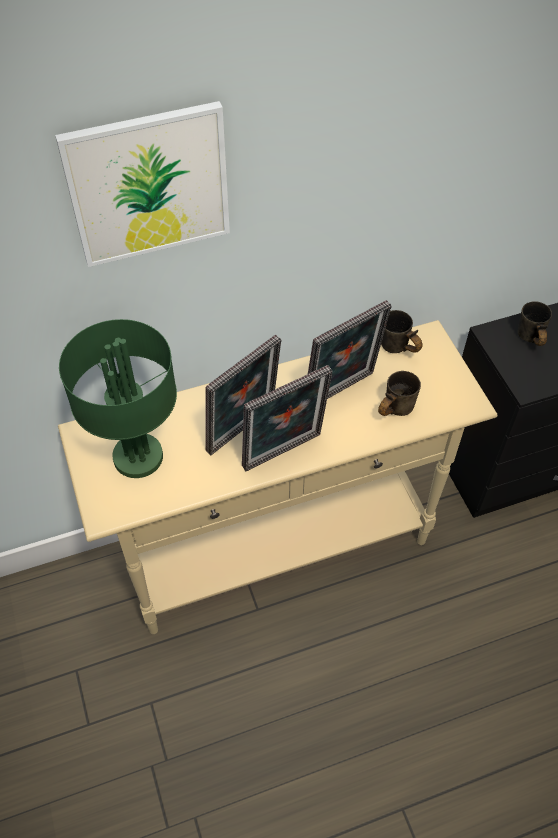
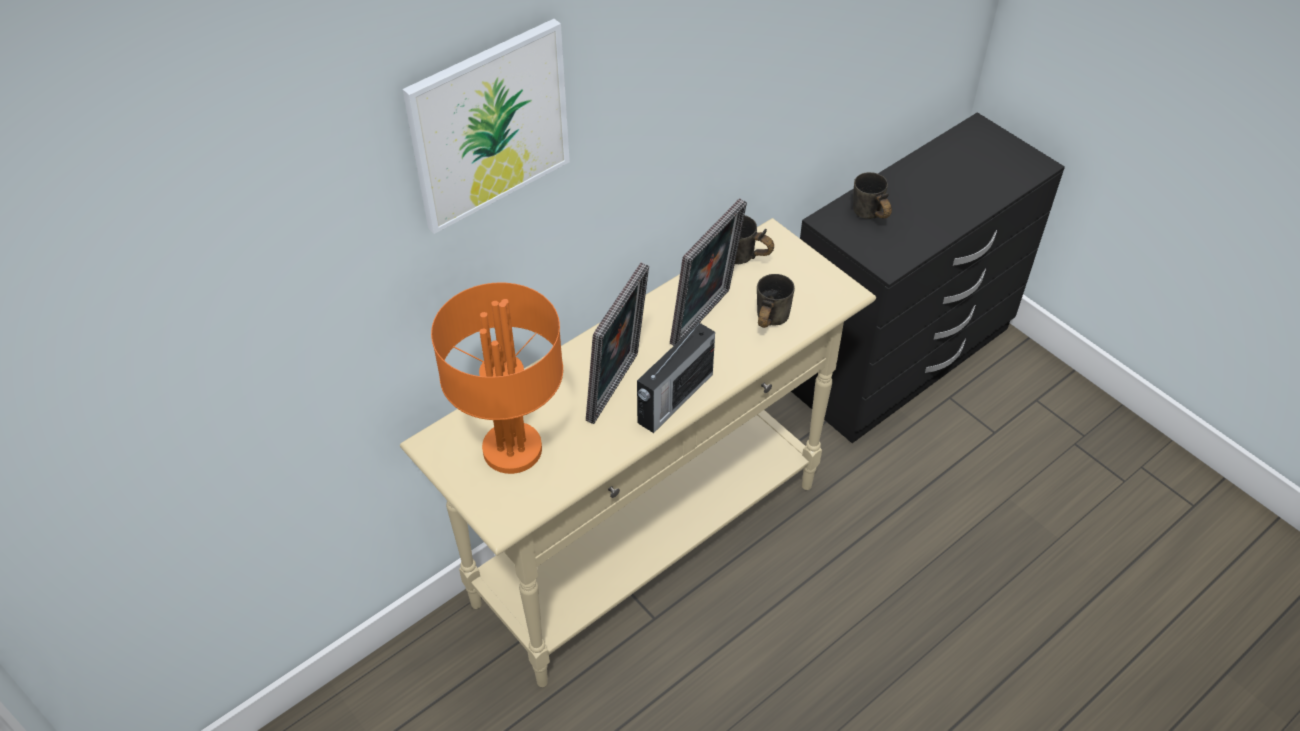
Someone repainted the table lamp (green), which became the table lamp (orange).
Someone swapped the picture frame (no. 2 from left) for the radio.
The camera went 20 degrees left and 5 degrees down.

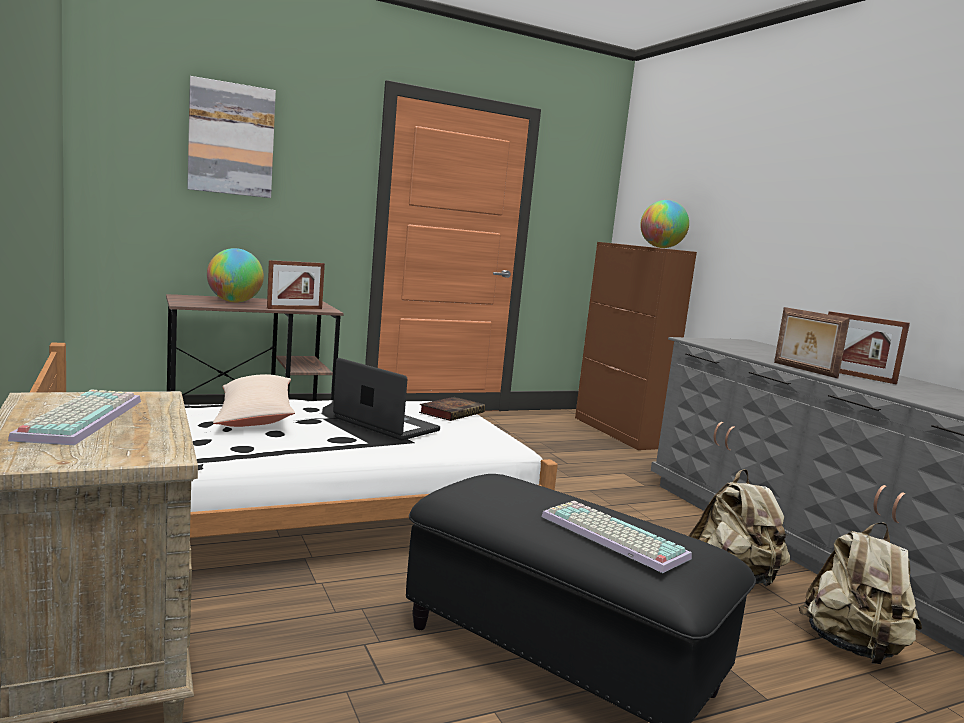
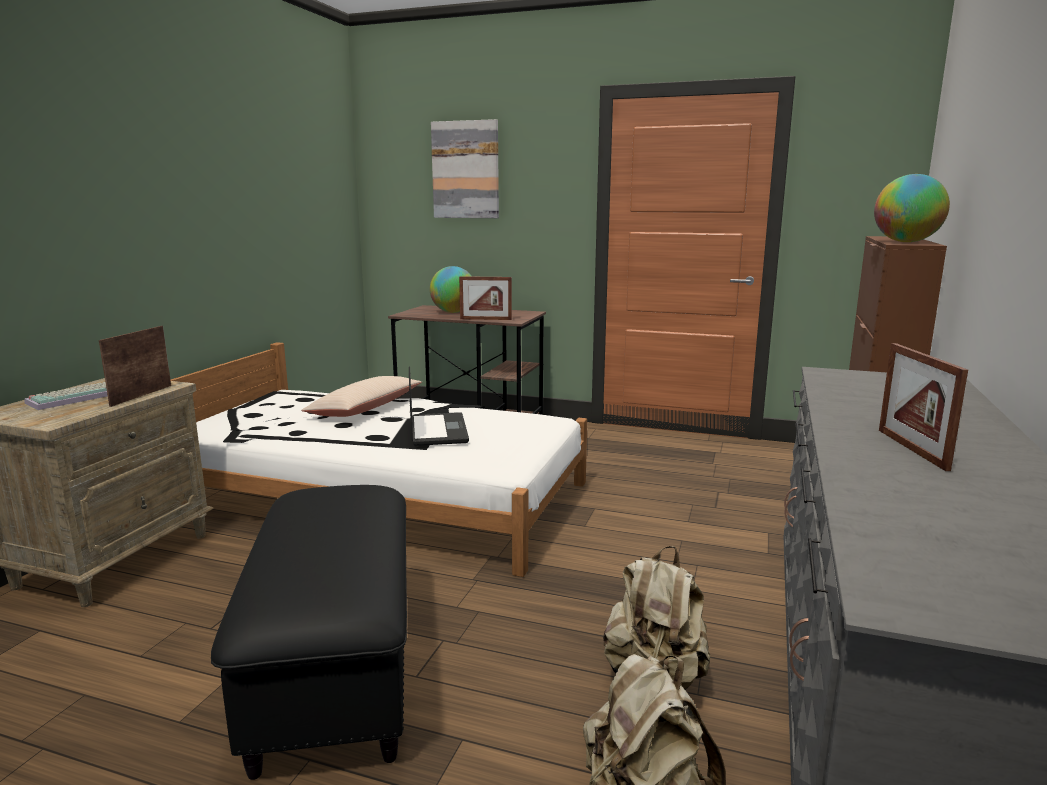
Someone took away the book.
Someone took away the keyboard (no. 2 from left).
Someone carried the picture frame (no. 2 from left in the first image).
The camera went 45 degrees right and 5 degrees up.

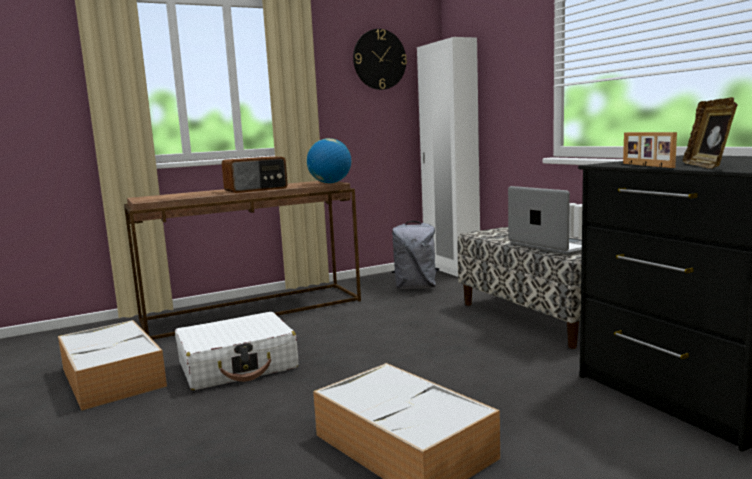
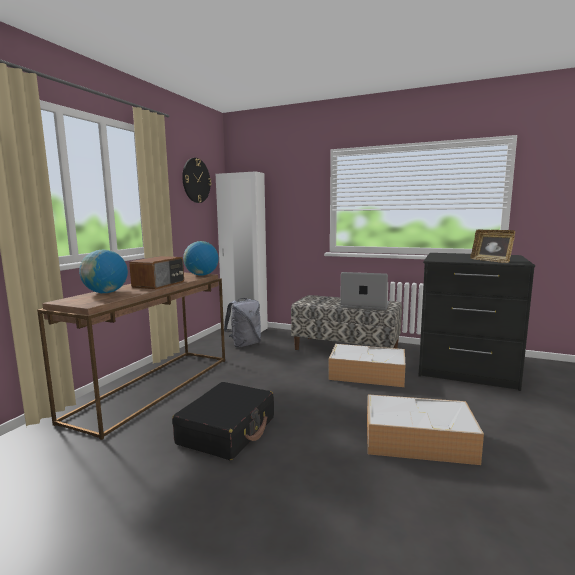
Someone carried the storage box (no. 1 from left).
Someone repainted the suitcase (white), which became the suitcase (black).
Someone took away the picture frame (no. 1 from left).
Someone put down the globe (no. 1 from left).
The camera went 40 degrees left and 0 degrees up.

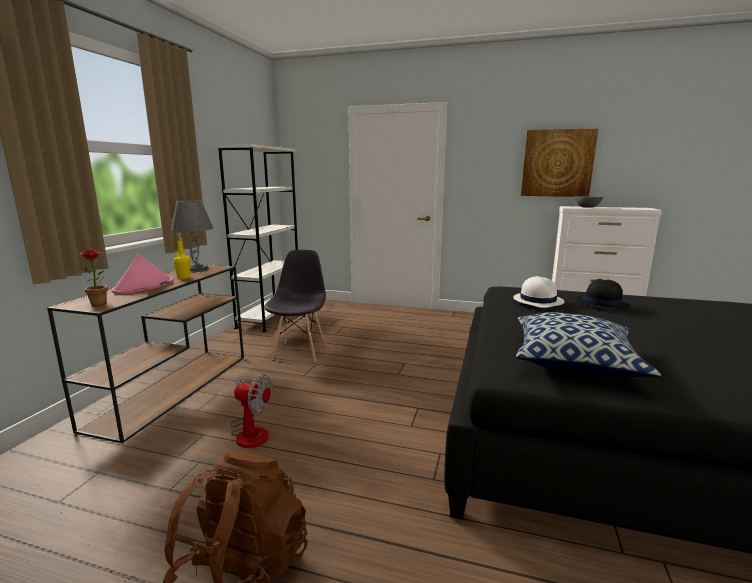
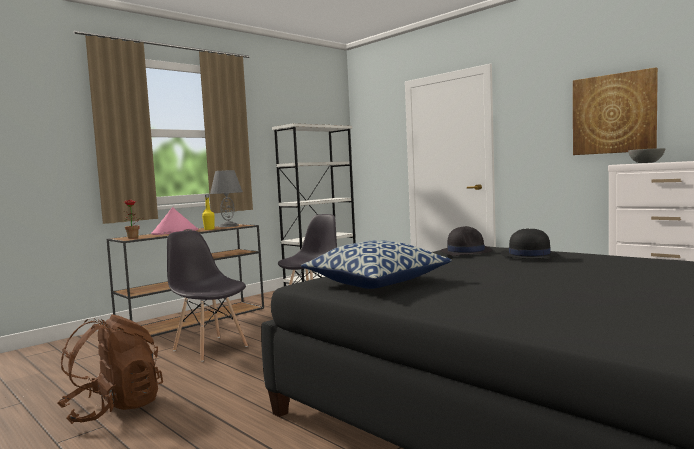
Someone swapped the fan for the chair (grey) (no. 1 from left).
Someone repainted the hat (white), which became the hat (black) (no. 1 from left).
The camera went 30 degrees right and 10 degrees down.

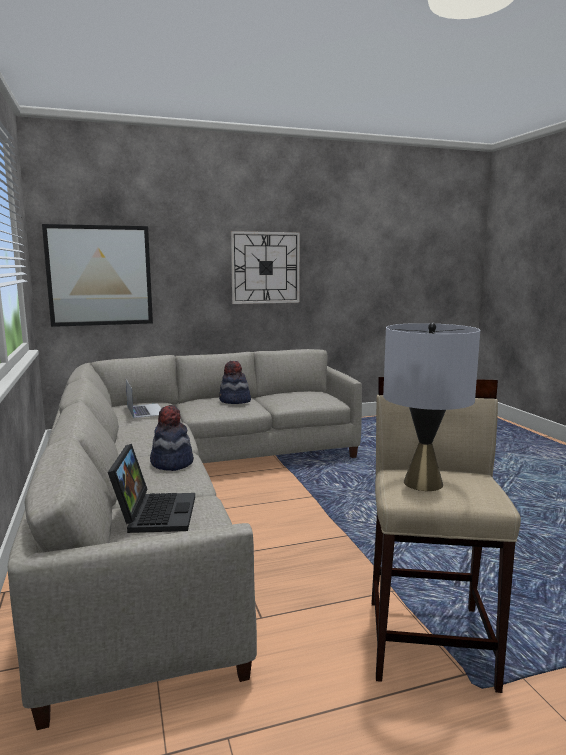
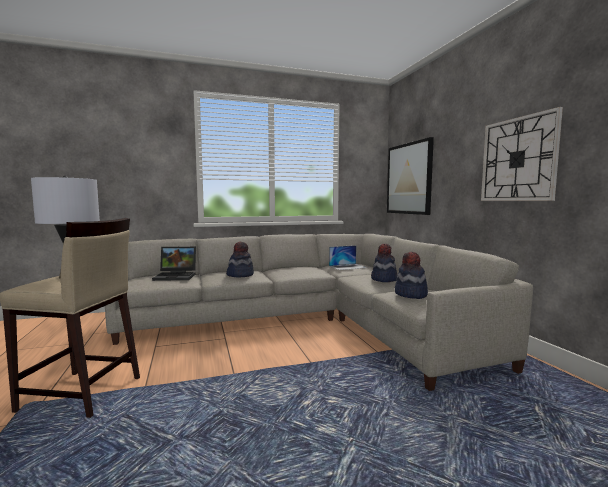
Someone put down the hat (no. 3 from left).
The camera went 90 degrees right and 5 degrees down.

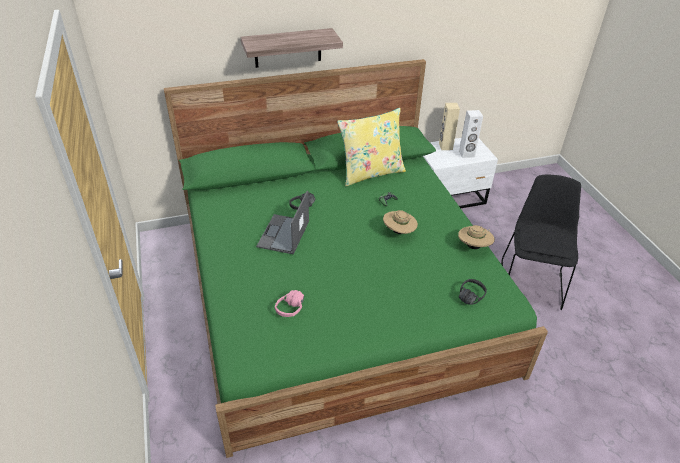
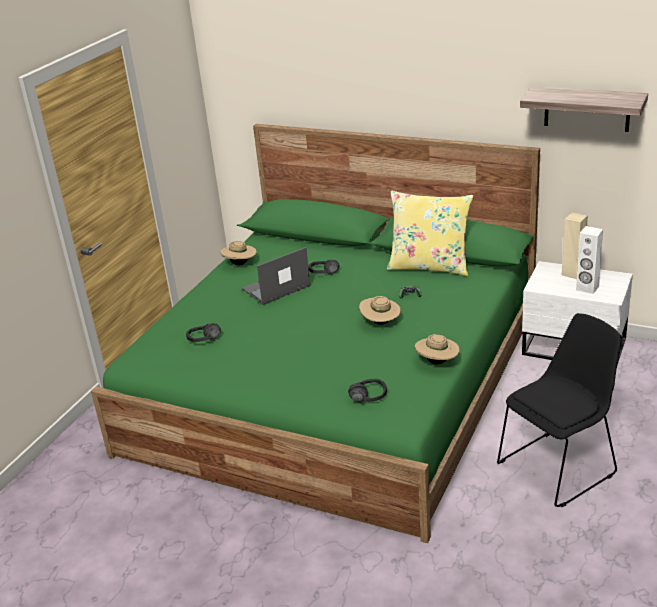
Someone carried the shelf.
Someone repainted the headphones (pink), which became the headphones (black) (no. 1 from left).
Someone put down the hat (beige) (no. 1 from left).
The camera went 45 degrees right and 10 degrees down.

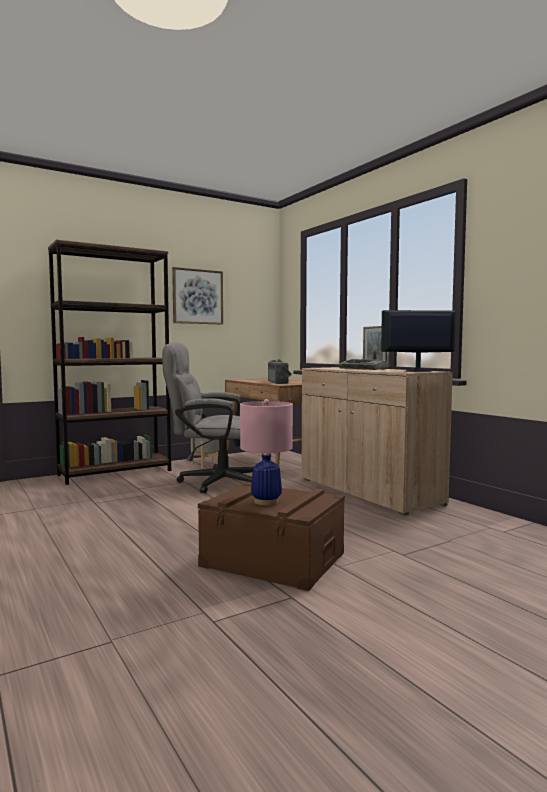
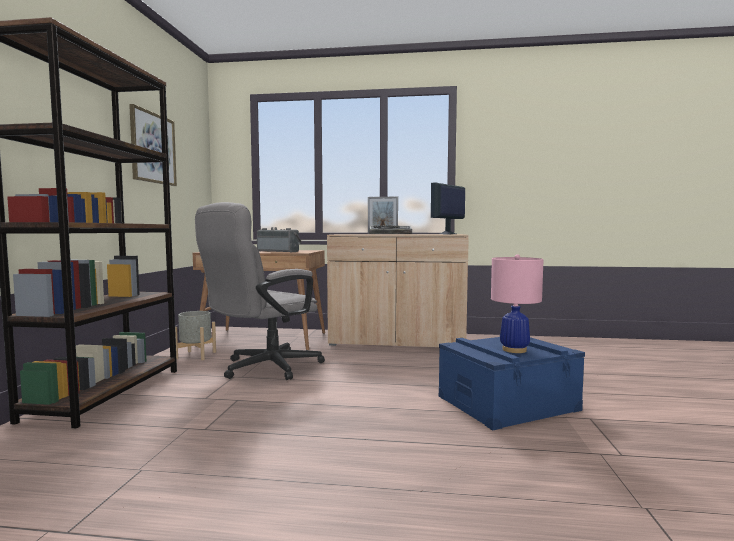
Someone repainted the storage box (brown), which became the storage box (blue).
The camera went 50 degrees left and 0 degrees up.

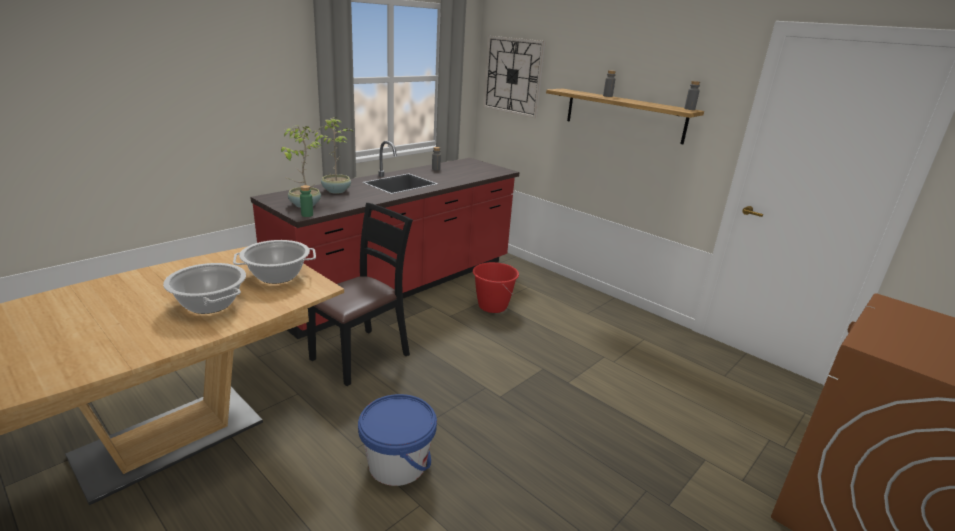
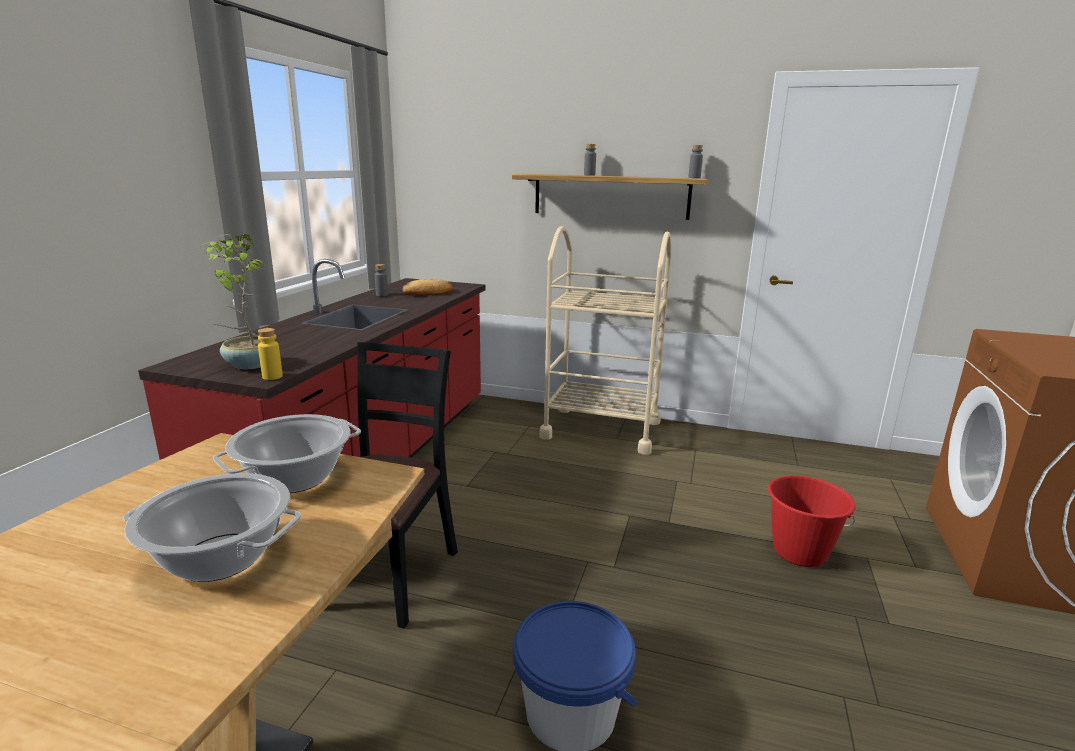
Someone repainted the bottle (green), which became the bottle (yellow).
Someone took away the potted plant (no. 2 from left).
Someone carried the bucket (red).
Someone took away the wall clock.
Someone put down the bread.
Someone put down the cart (beige).
The camera went 25 degrees left and 5 degrees down.

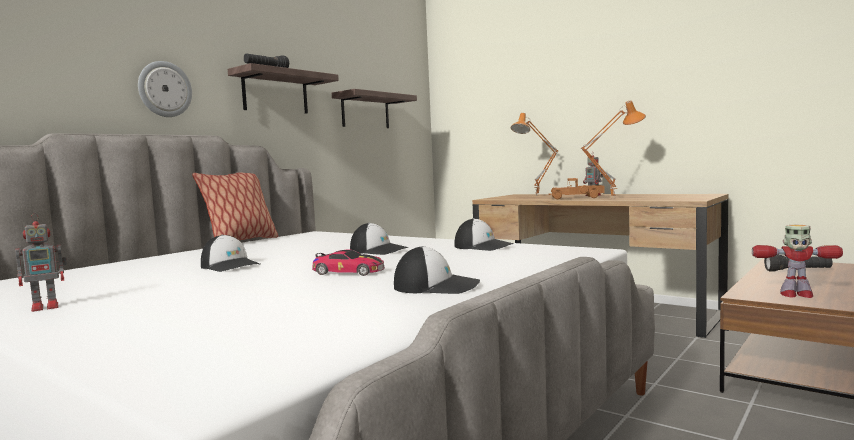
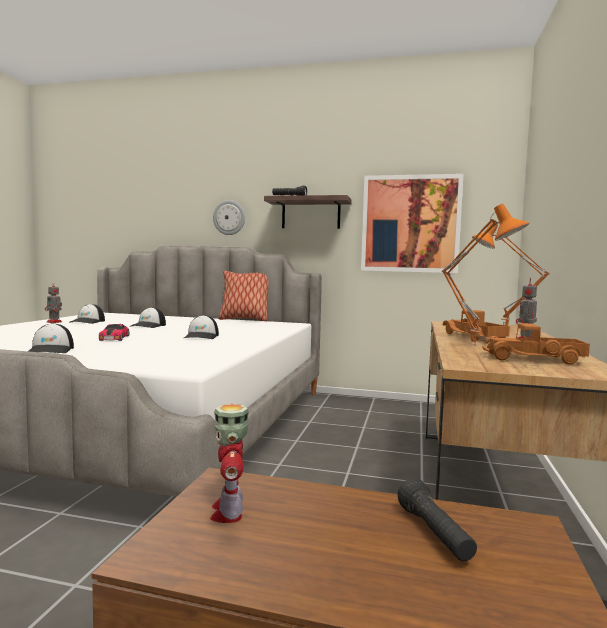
Someone swapped the shelf (no. 2 from left) for the picture.
Someone carried the cap (no. 4 from left in the first image).
Someone put down the toy truck (no. 2 from left).
The camera went 65 degrees right and 0 degrees up.

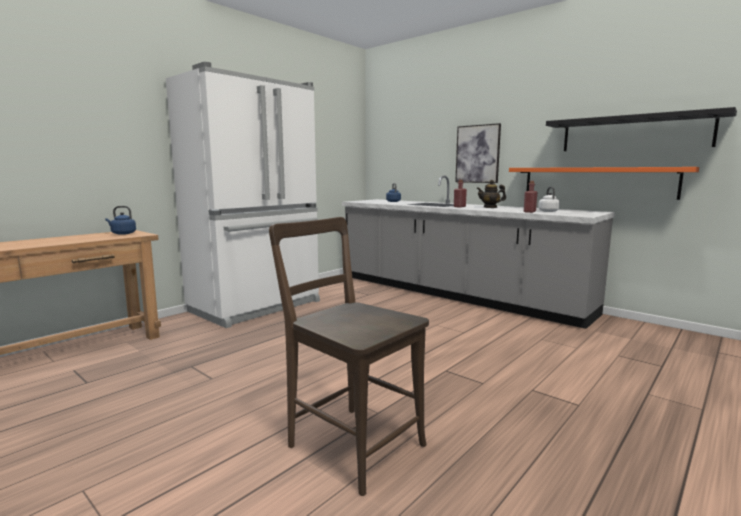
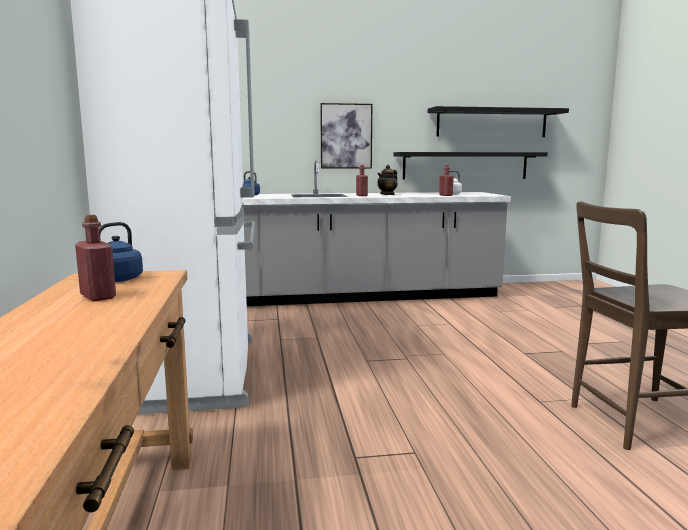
Someone repainted the shelf (orange), which became the shelf (black) (no. 1 from left).
Someone put down the bottle (red) (no. 1 from left).
The camera went 50 degrees left and 0 degrees up.

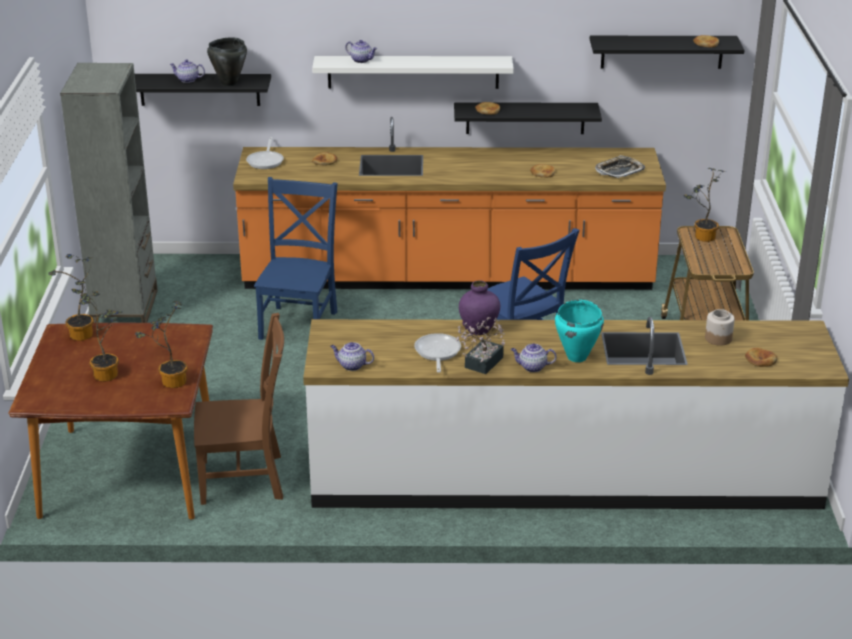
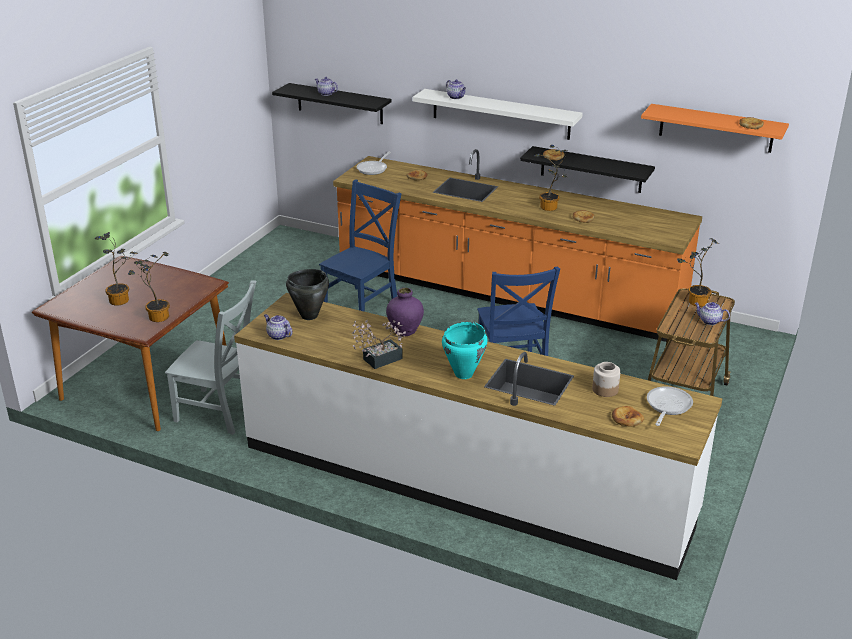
Someone carried the potted plant (no. 1 from left in the first image).
Someone took away the bookcase (grey).
Someone repainted the chair (brown), which became the chair (grey).
Someone carried the cooking pot (black).
Someone carried the frying pan (no. 2 from left).
Someone carried the teapot (no. 4 from left).
Someone repainted the shelf (black) (no. 3 from left), which became the shelf (orange).
Someone took away the tray.
The camera went 25 degrees right and 0 degrees up.

